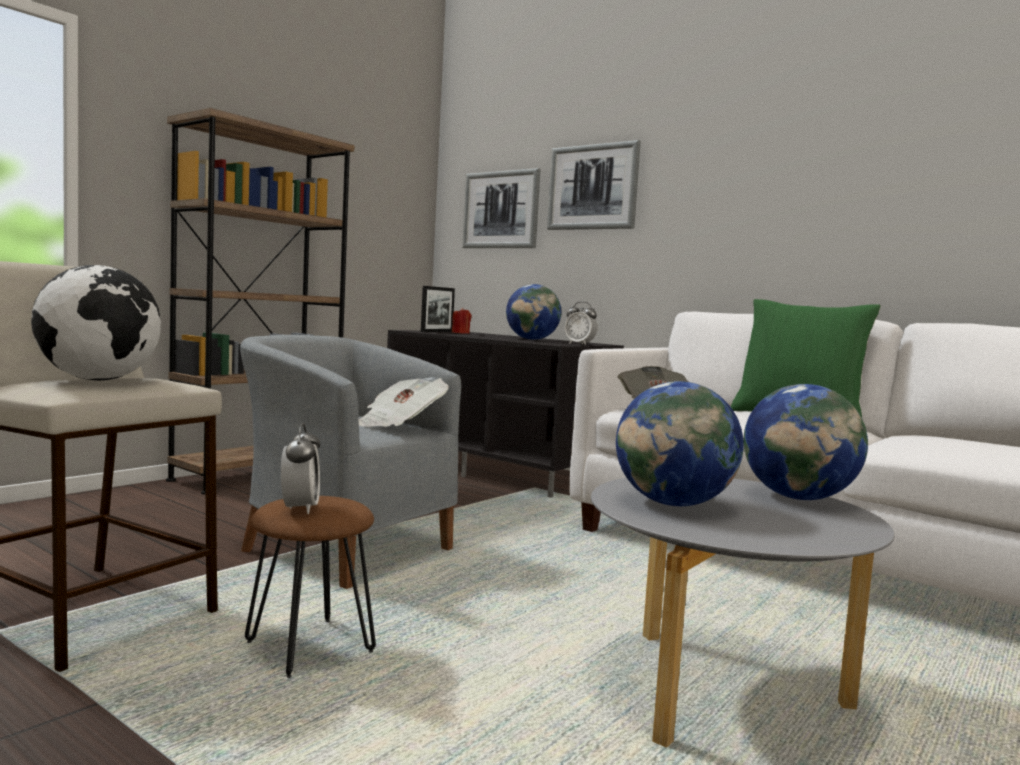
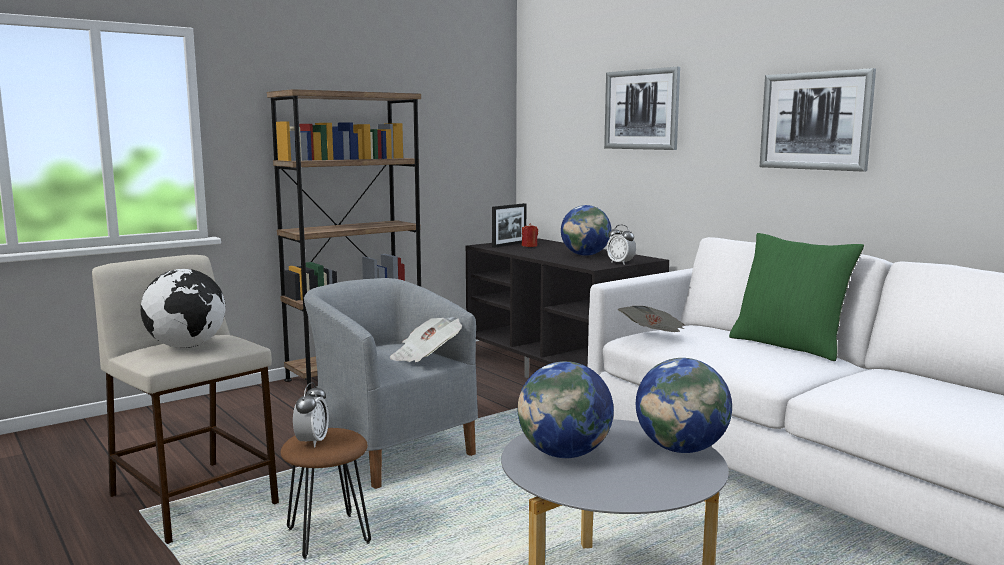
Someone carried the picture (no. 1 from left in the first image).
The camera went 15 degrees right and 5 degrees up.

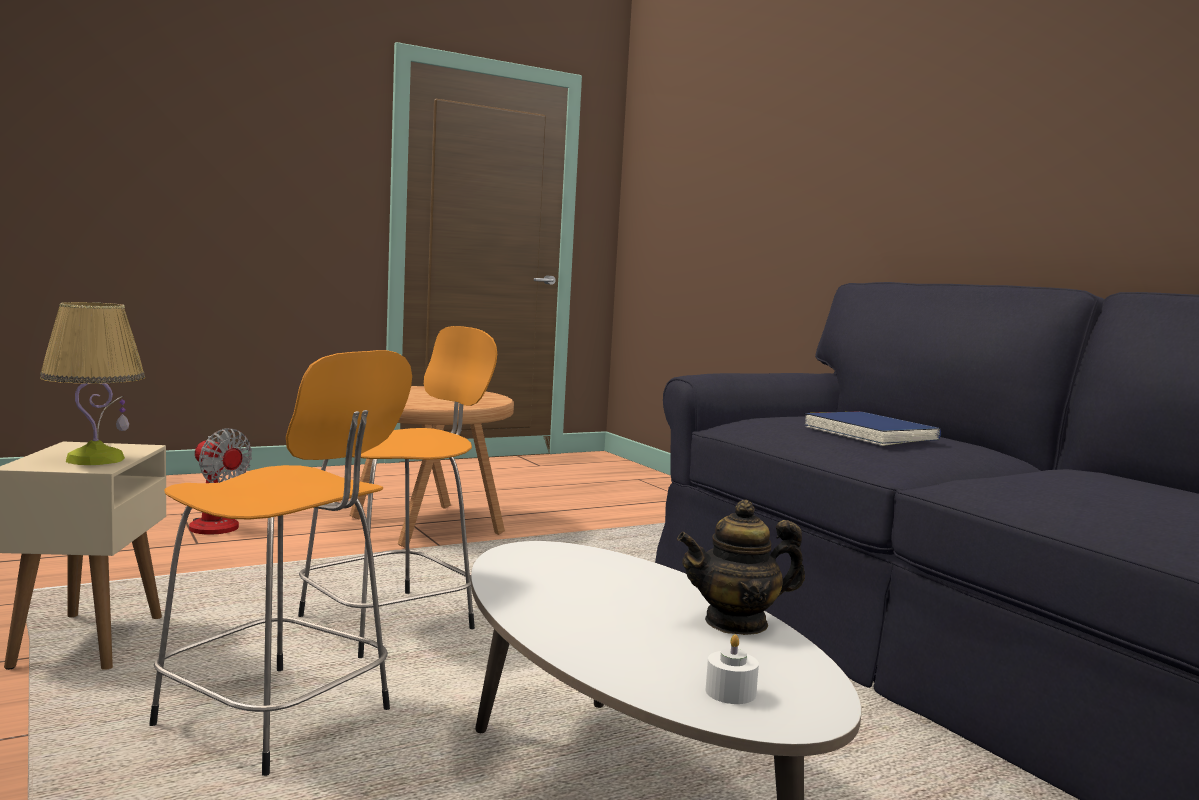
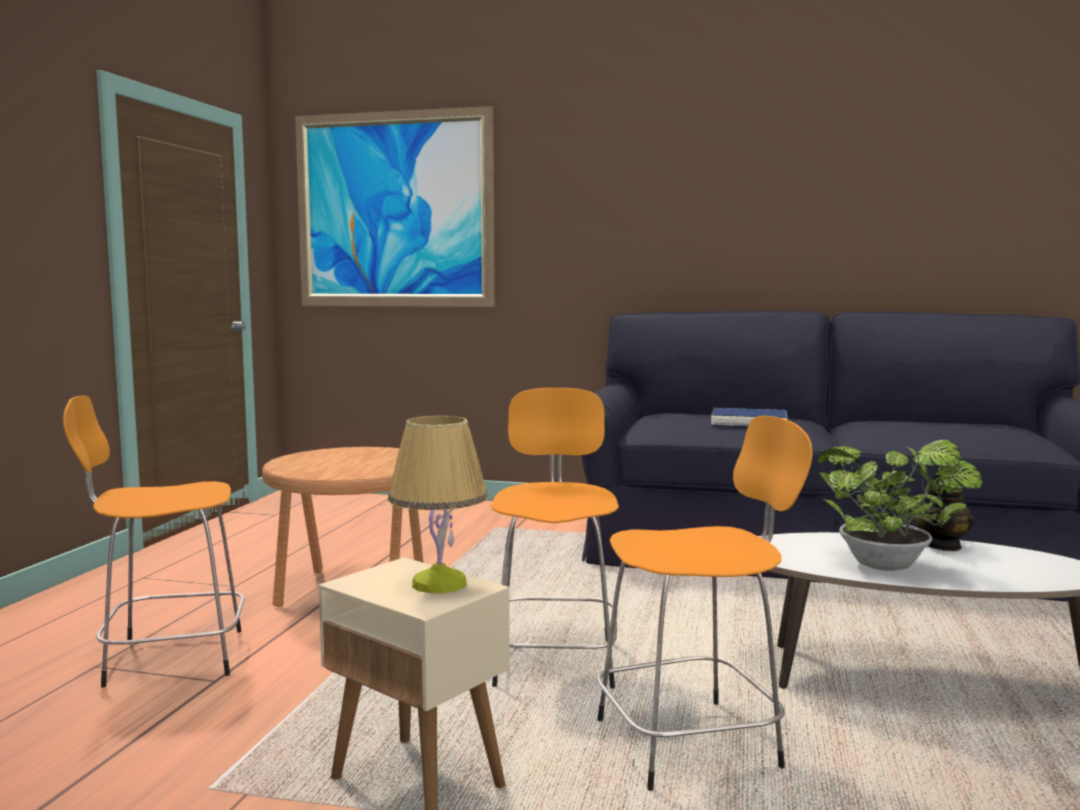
Someone swapped the fan for the stool (orange) (no. 1 from left).
Someone took away the candle (white).
Someone put up the picture.
Someone put down the potted plant.
The camera went 45 degrees left and 0 degrees up.

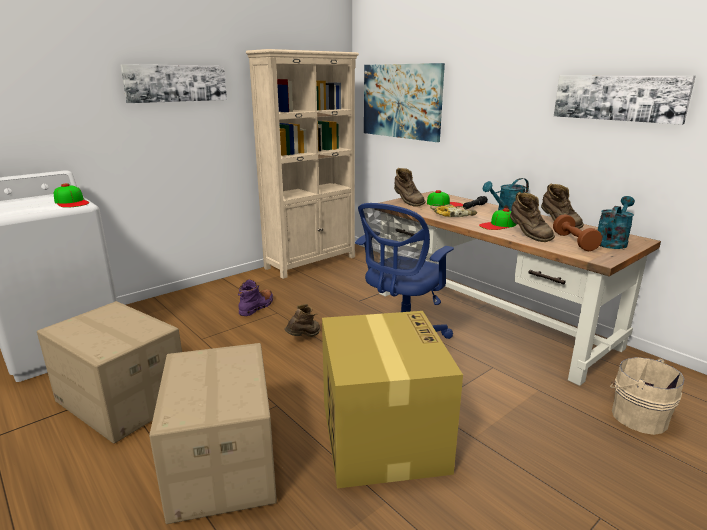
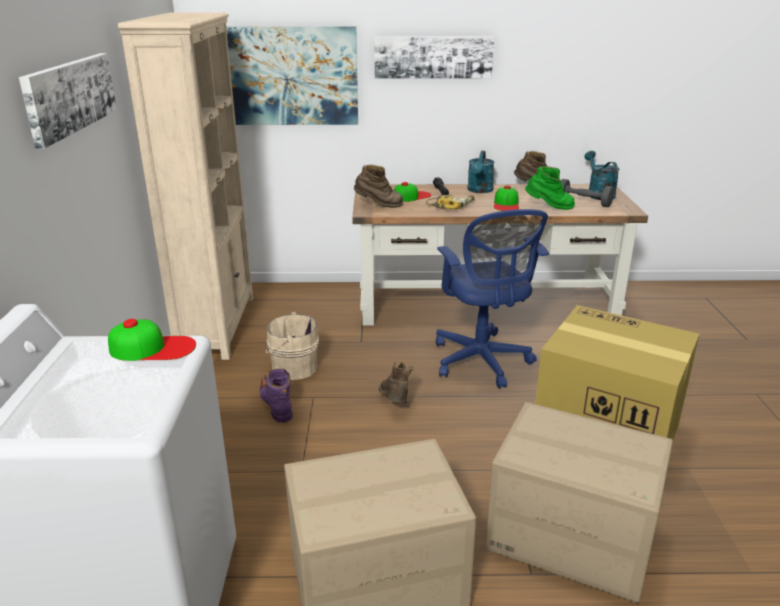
Someone repainted the boot (brown) (no. 3 from left), which became the boot (green).
Someone repainted the dumbbell (brown), which became the dumbbell (grey).
Someone carried the picture (no. 3 from left).
Someone carried the bucket (beige).
The camera went 50 degrees left and 5 degrees up.

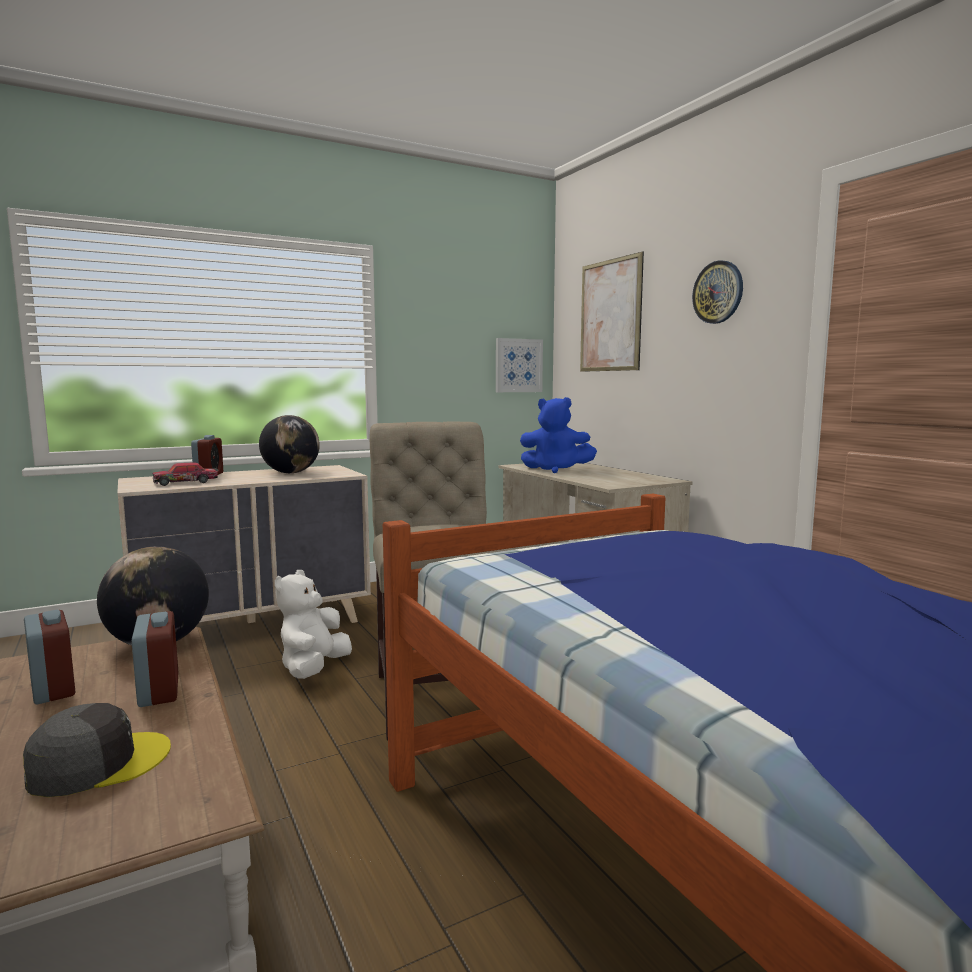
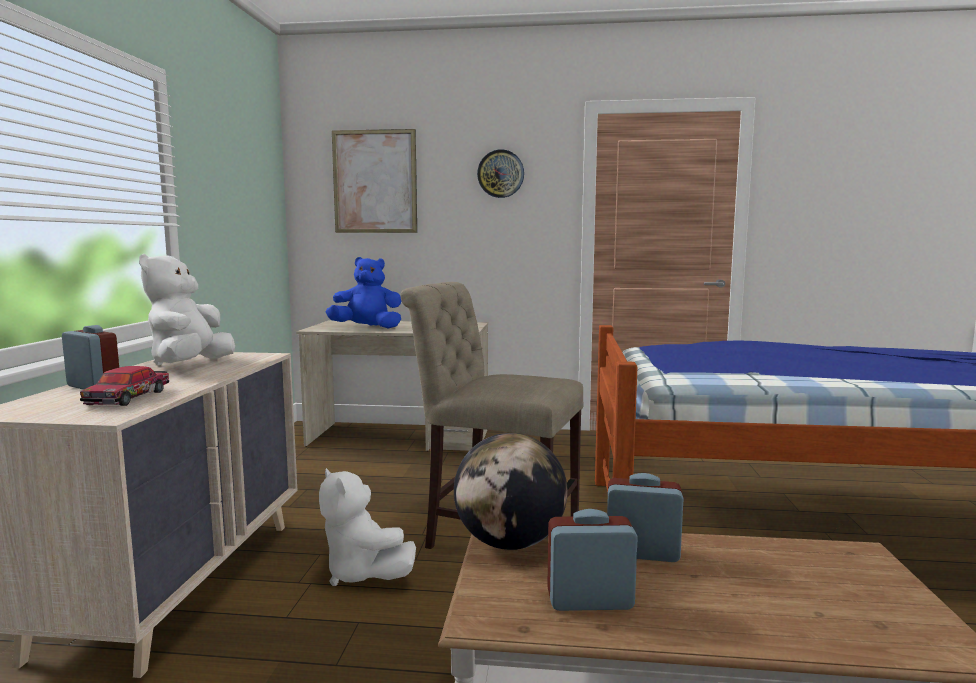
Someone took away the cap (grey).
Someone swapped the globe (no. 2 from left) for the plush toy (white) (no. 1 from left).
Someone took away the picture (no. 1 from left).
Someone rotated the plush toy (blue) by 135 degrees counterclockwise.
The camera went 55 degrees left and 0 degrees up.

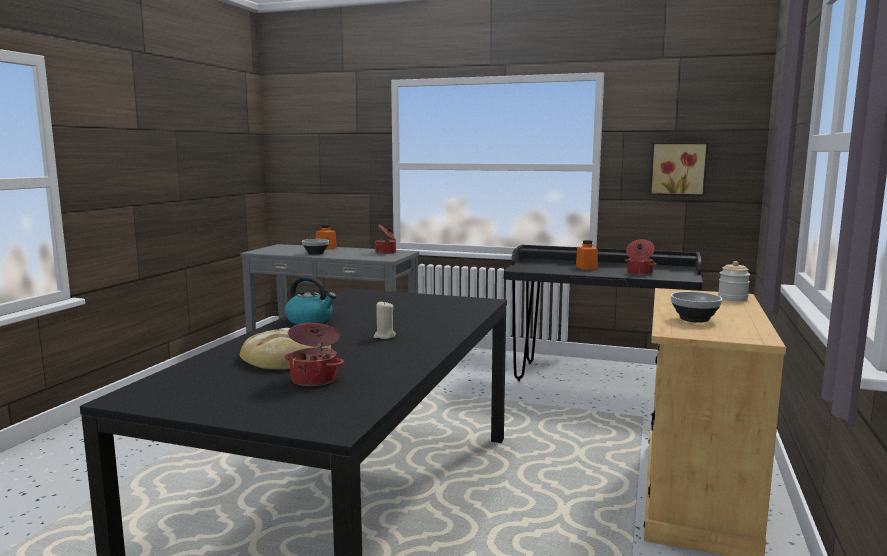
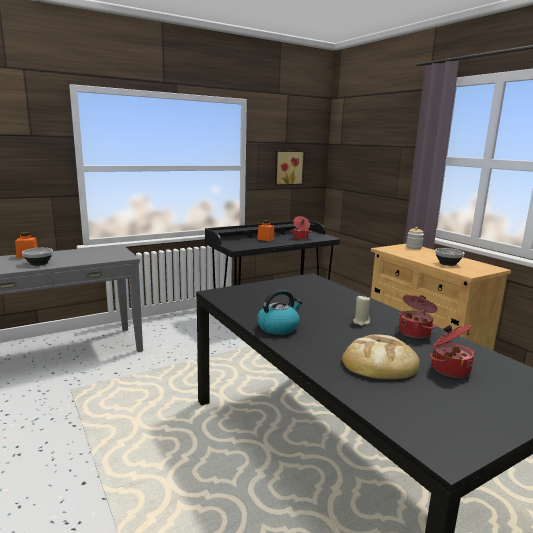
Someone carried the cooking pot (no. 2 from left).
The camera went 50 degrees left and 5 degrees up.

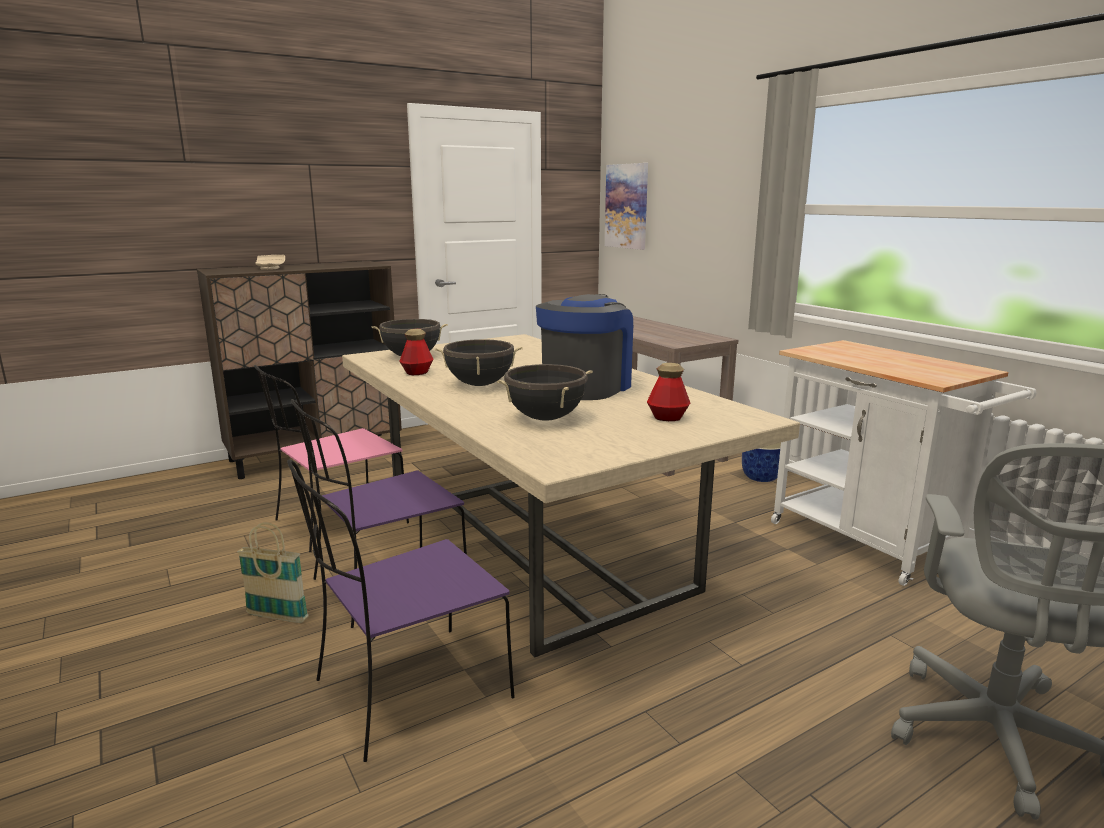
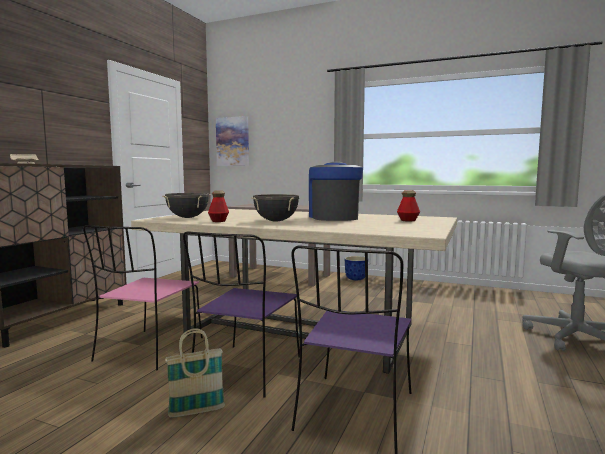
Someone took away the cooking pot (black) (no. 3 from left).
Someone took away the cart (white).
The camera went 35 degrees left and 10 degrees down.

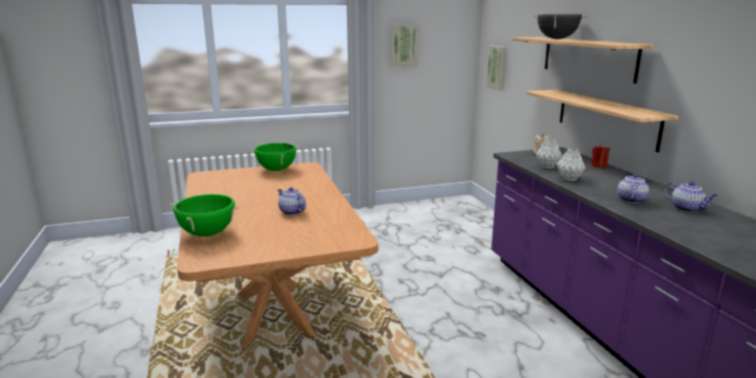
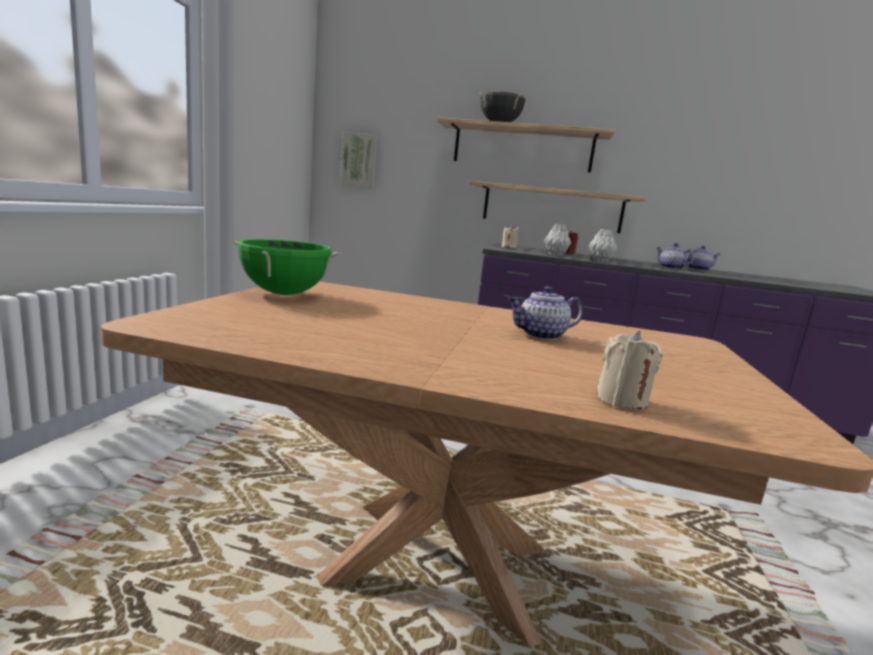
Someone swapped the cooking pot (green) (no. 1 from left) for the candle (beige) (no. 2 from left).
Someone took away the picture (no. 1 from left).
The camera went 60 degrees left and 5 degrees down.

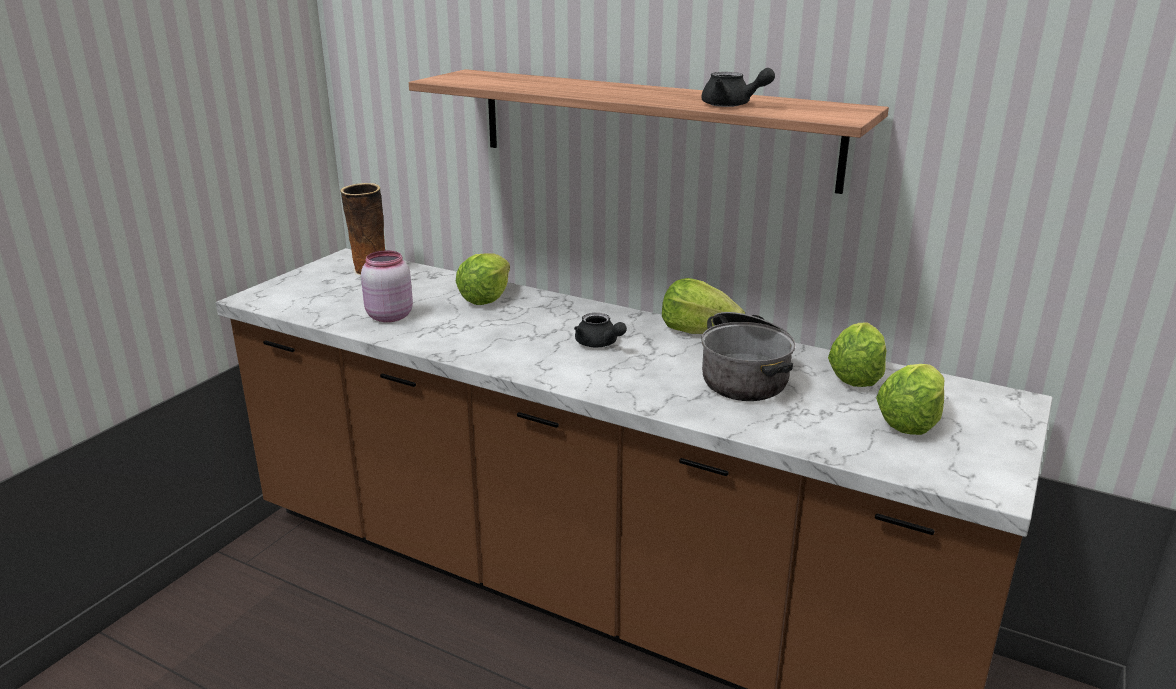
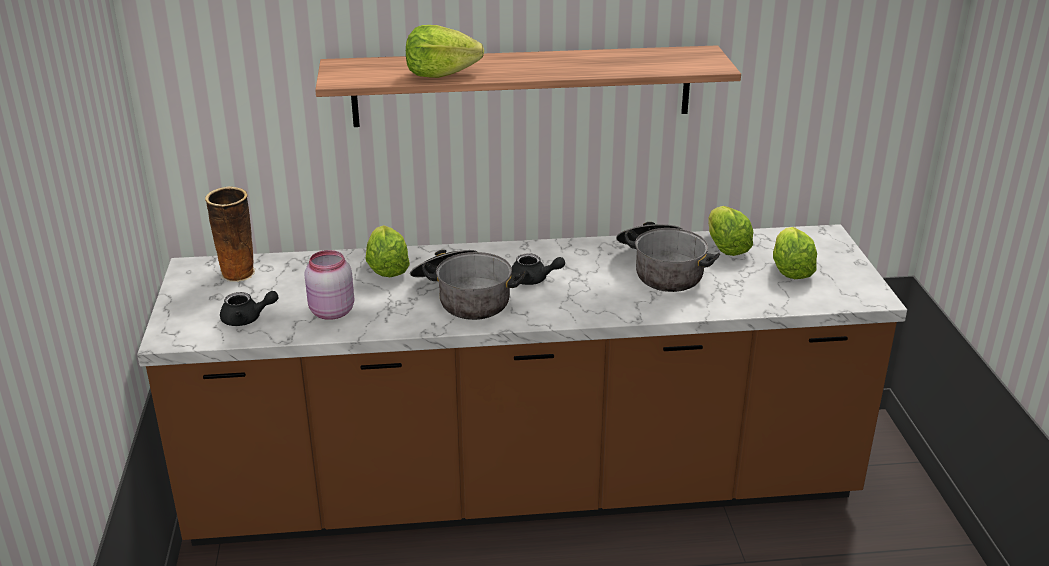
Someone carried the lettuce (no. 2 from left).
Someone carried the teapot (black) (no. 2 from left in the first image).
Someone put down the cooking pot (no. 1 from left).
The camera went 35 degrees left and 5 degrees up.

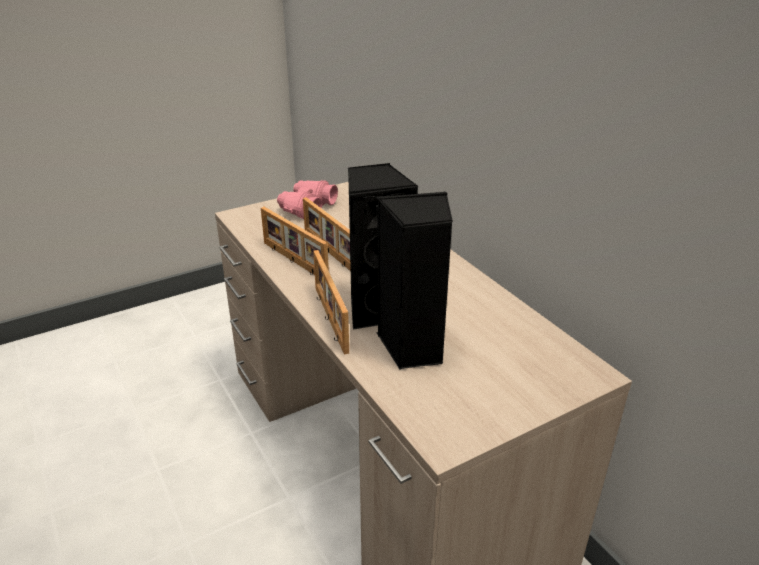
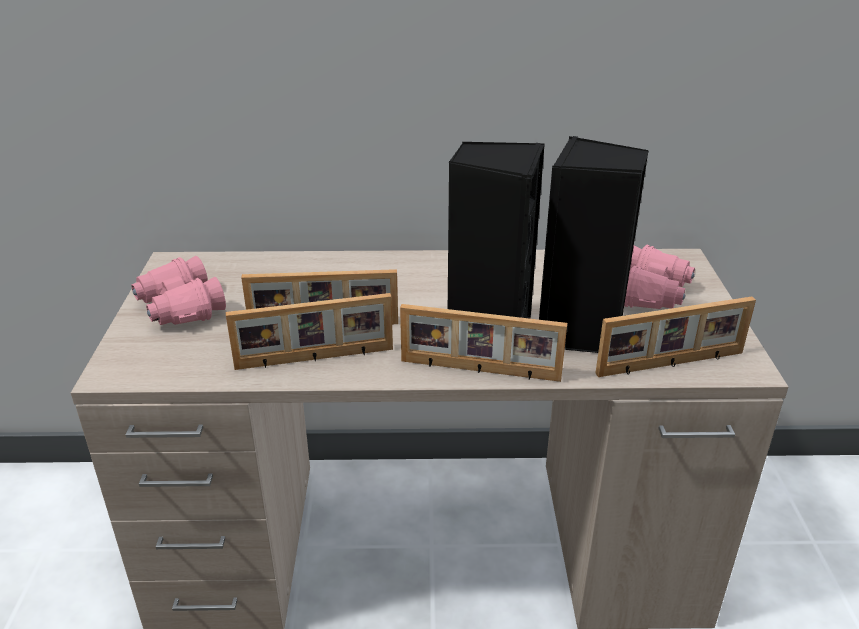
Someone put down the picture frame (no. 4 from left).
Someone put down the binoculars (pink) (no. 2 from left).
The camera went 60 degrees left and 0 degrees up.

